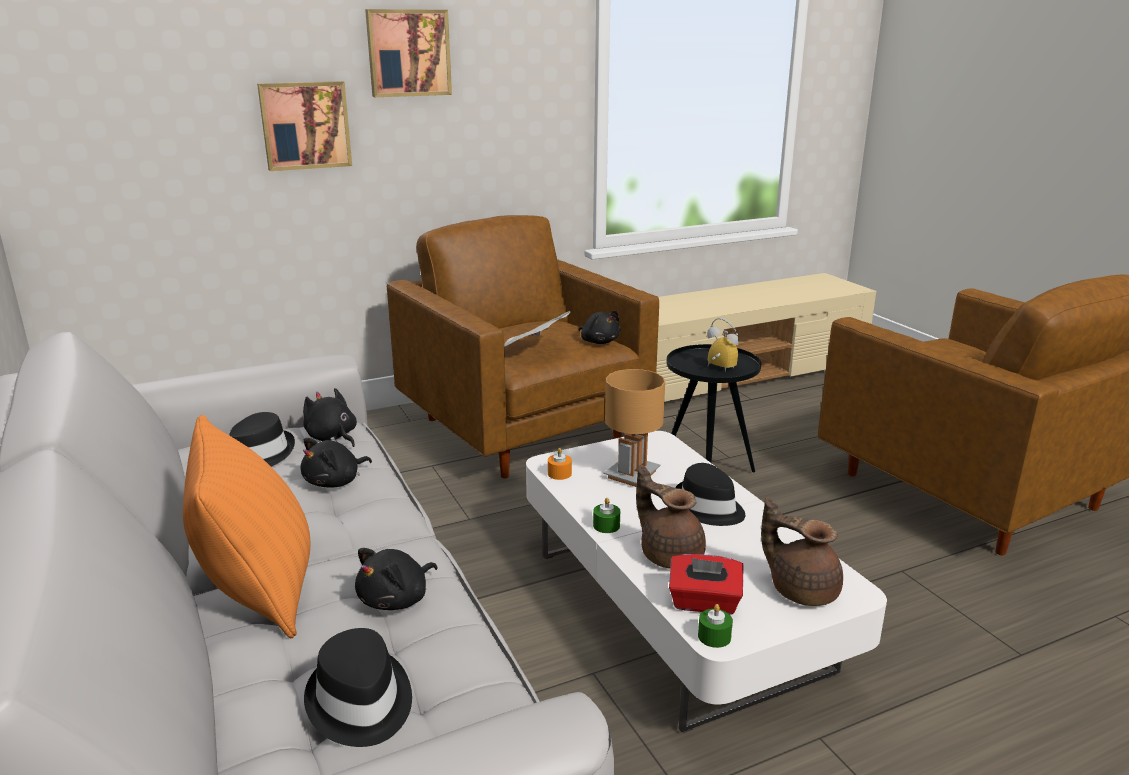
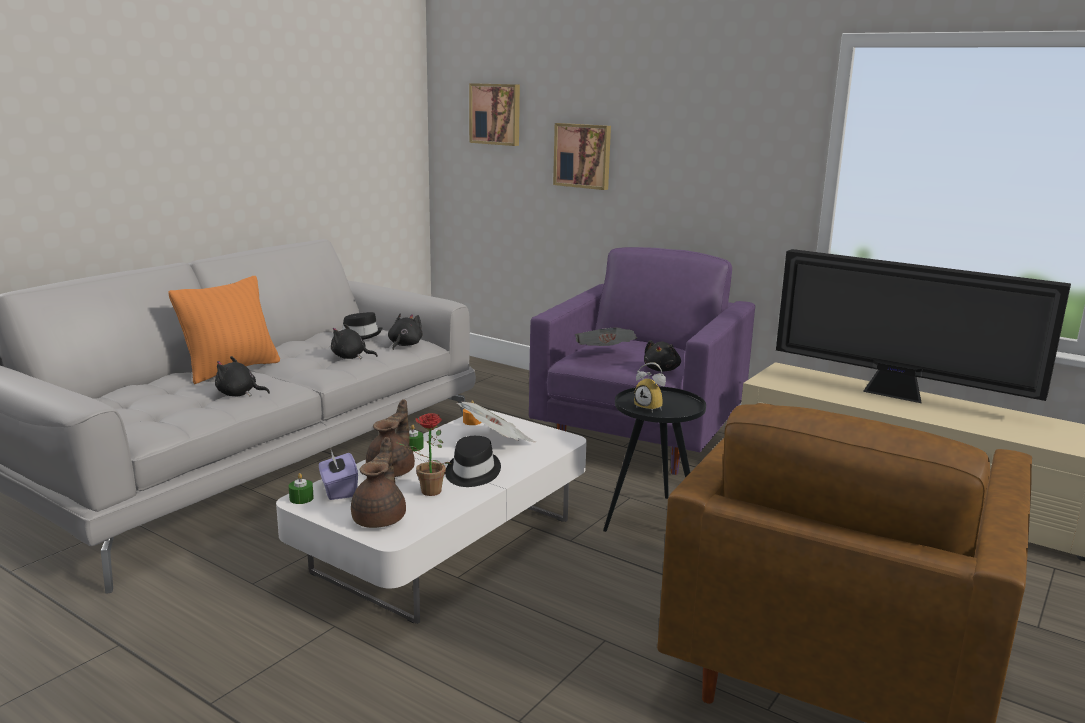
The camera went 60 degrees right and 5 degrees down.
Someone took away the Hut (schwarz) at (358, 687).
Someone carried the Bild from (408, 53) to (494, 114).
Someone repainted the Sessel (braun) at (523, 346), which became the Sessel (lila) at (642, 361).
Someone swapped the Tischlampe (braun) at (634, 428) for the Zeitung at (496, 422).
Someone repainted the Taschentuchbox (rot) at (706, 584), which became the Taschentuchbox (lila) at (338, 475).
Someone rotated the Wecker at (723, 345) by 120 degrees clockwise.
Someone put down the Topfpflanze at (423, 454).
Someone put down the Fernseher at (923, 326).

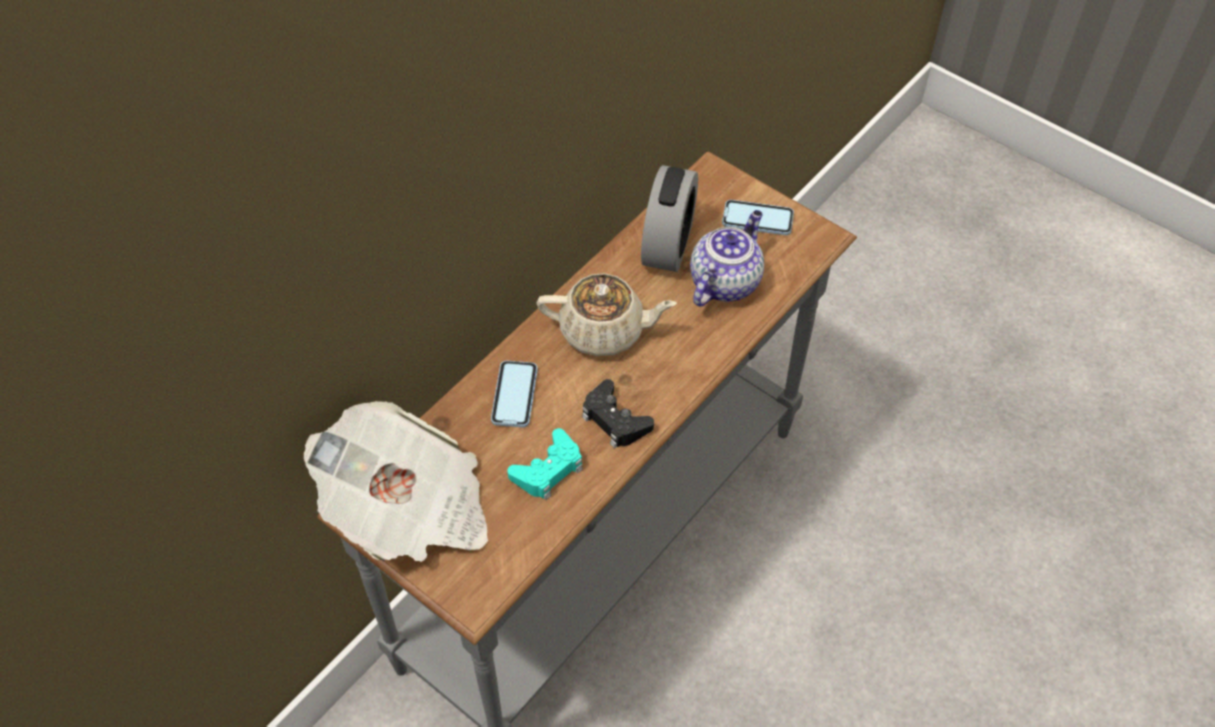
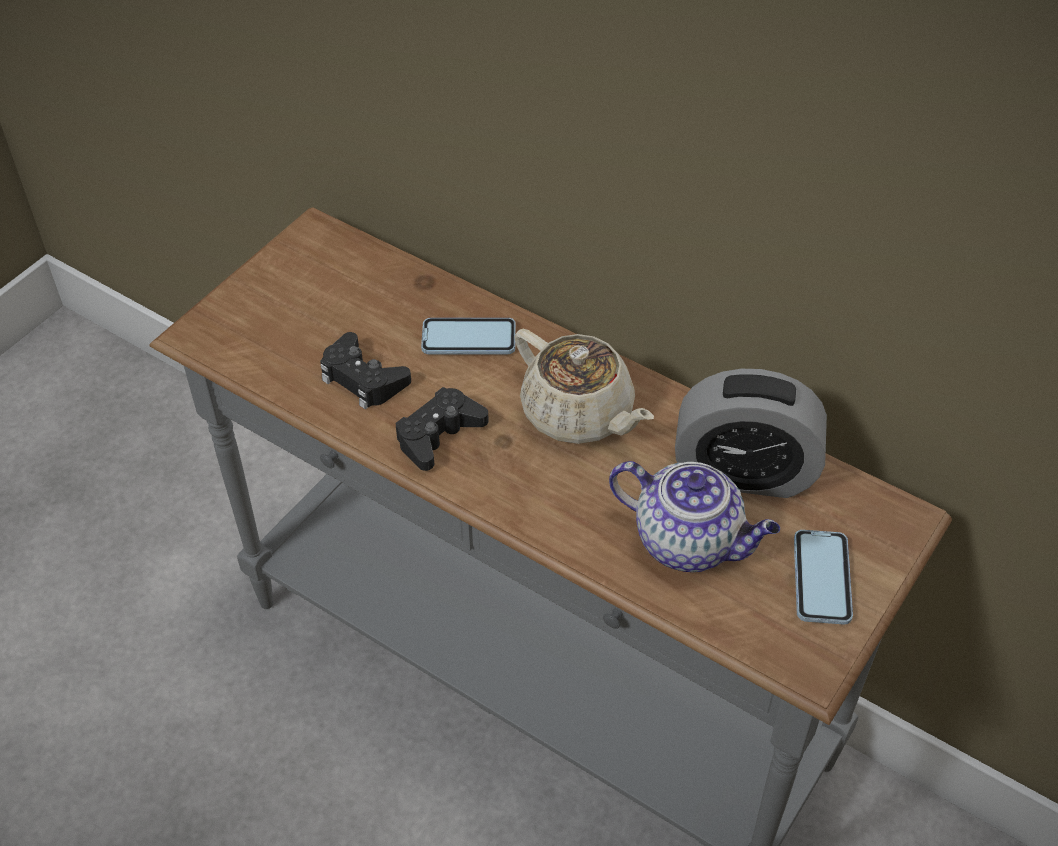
The camera went 85 degrees right and 5 degrees down.
Someone took away the Zeitung at (396, 481).
Someone repainted the Gamepad (türkis) at (545, 464), which became the Gamepad (schwarz) at (365, 371).
Someone rotated the Teekanne (beige) at (607, 314) by 45 degrees counterclockwise.

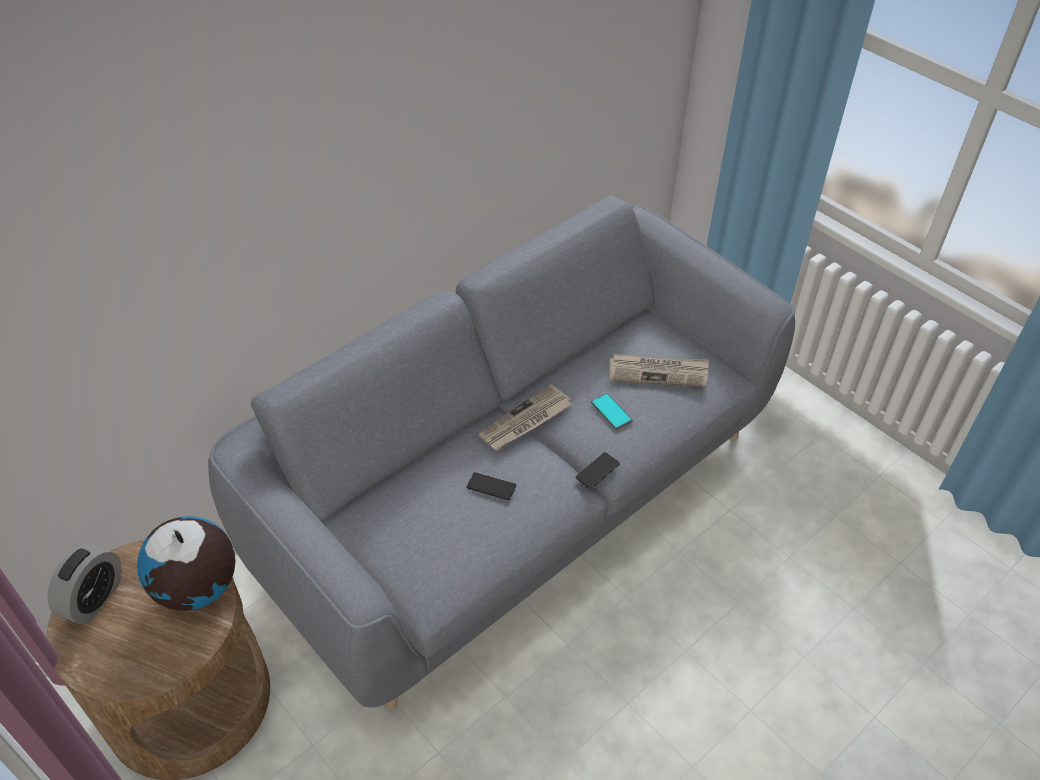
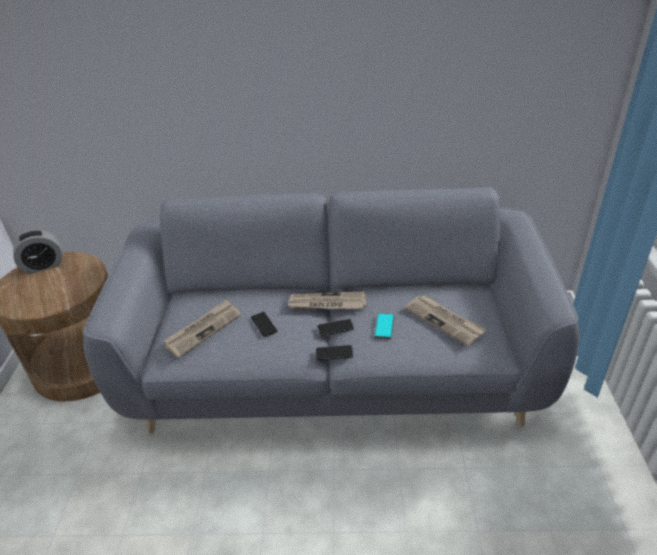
The camera went 45 degrees right and 10 degrees down.
Someone took away the Globus at (186, 563).
Someone put down the Zeitung at (202, 328).
Someone put down the Handy at (335, 327).

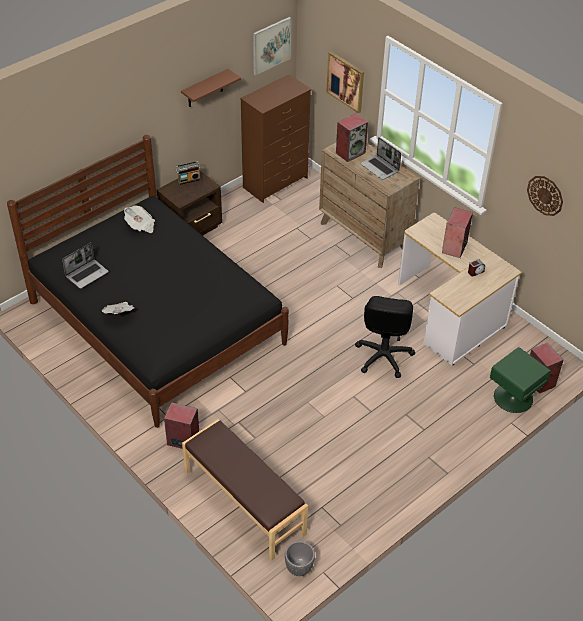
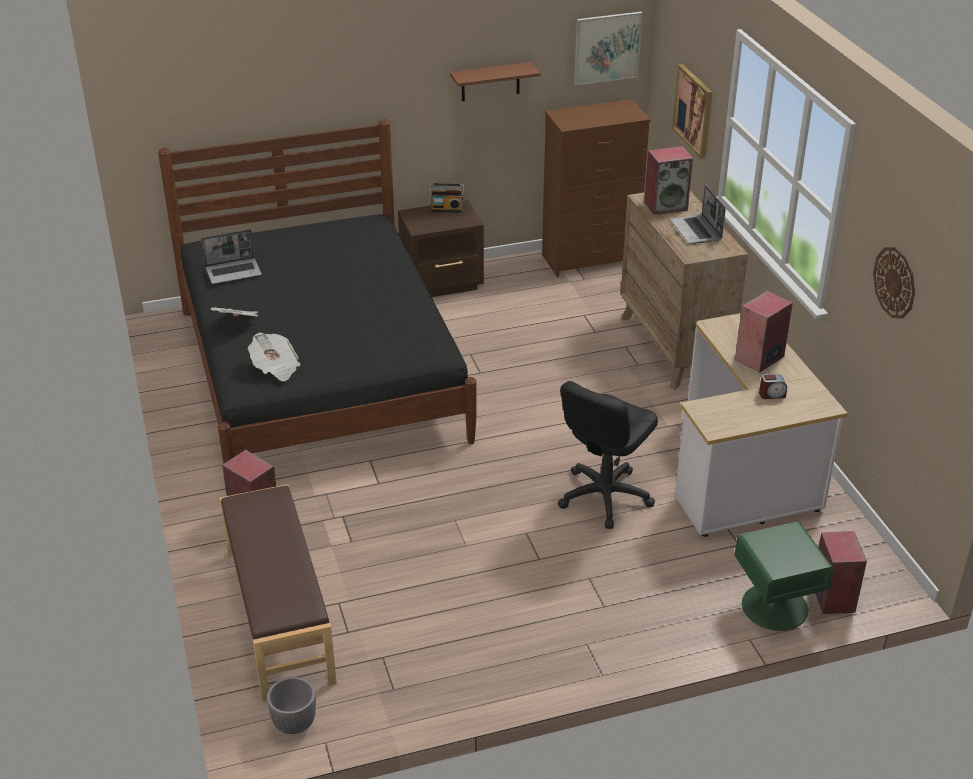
The camera went 25 degrees right and 10 degrees down.
Someone carried the Zeitung from (139, 219) to (274, 357).

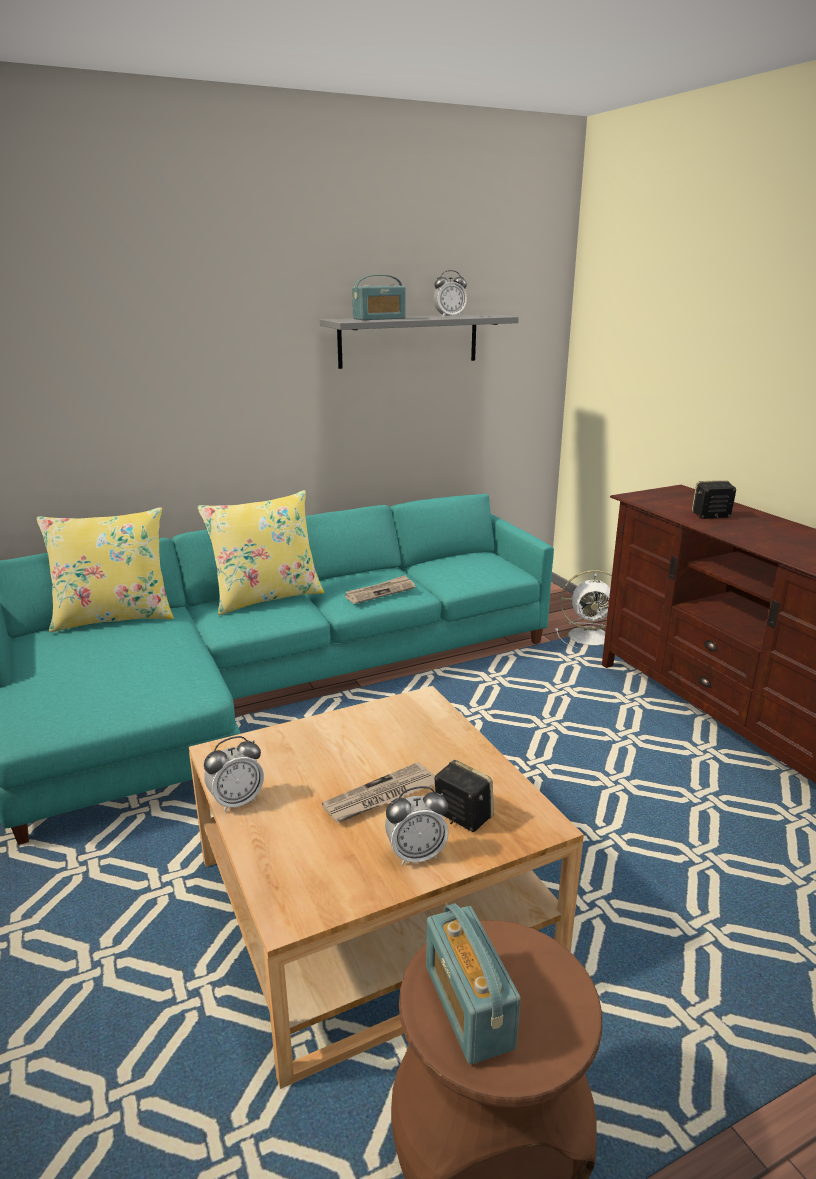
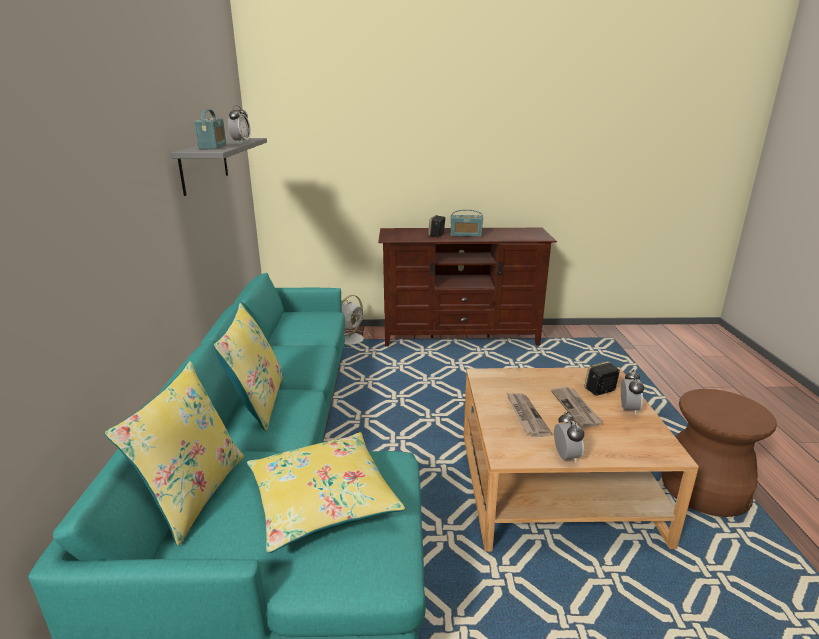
The camera went 65 degrees left and 0 degrees up.
Someone carried the Zeitung from (380, 589) to (529, 415).
Someone carried the Radio from (473, 984) to (466, 223).
Someone put down the Kissen (gelb) at (326, 492).

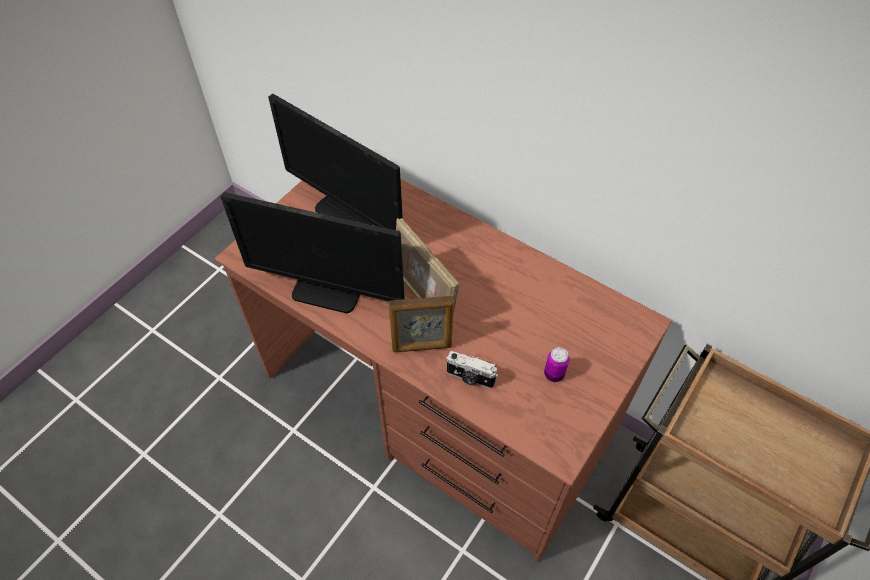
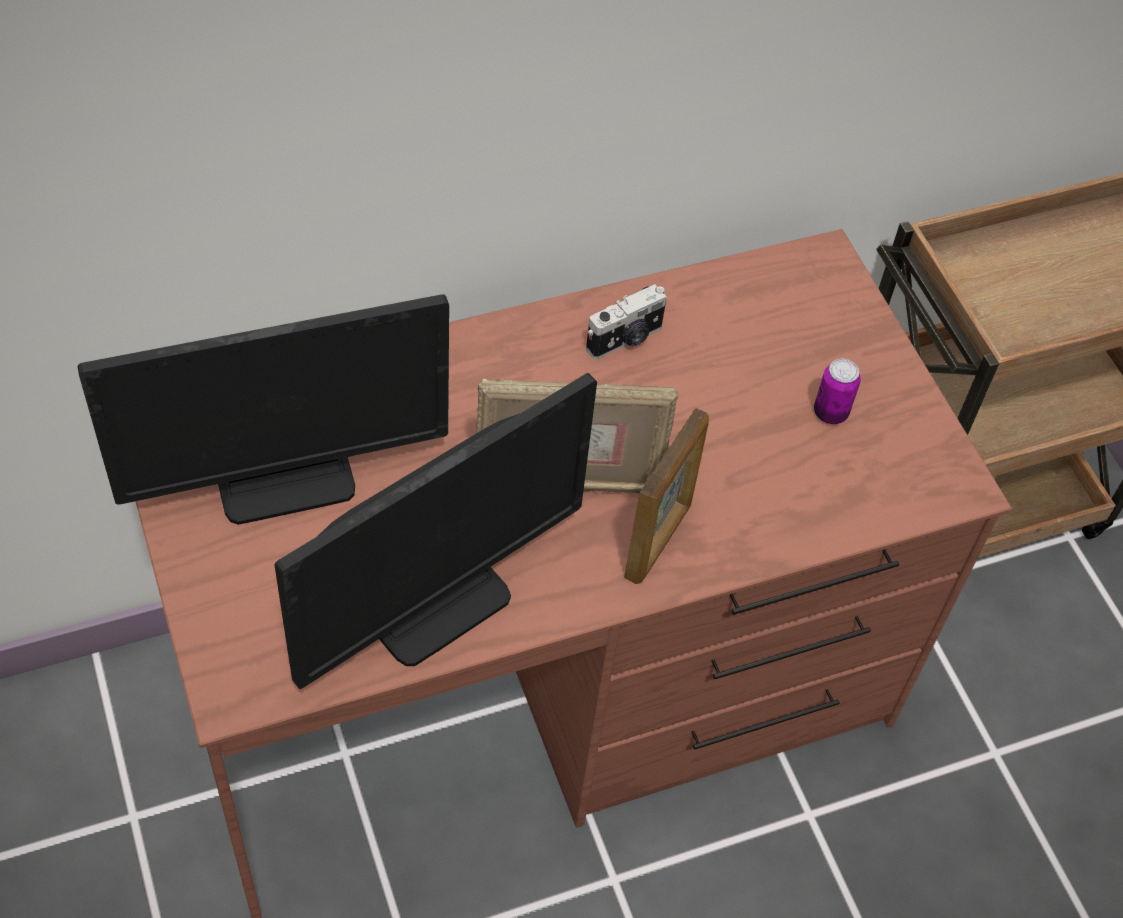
The camera went 60 degrees left and 0 degrees up.
Someone carried the Kamera from (472, 370) to (626, 321).

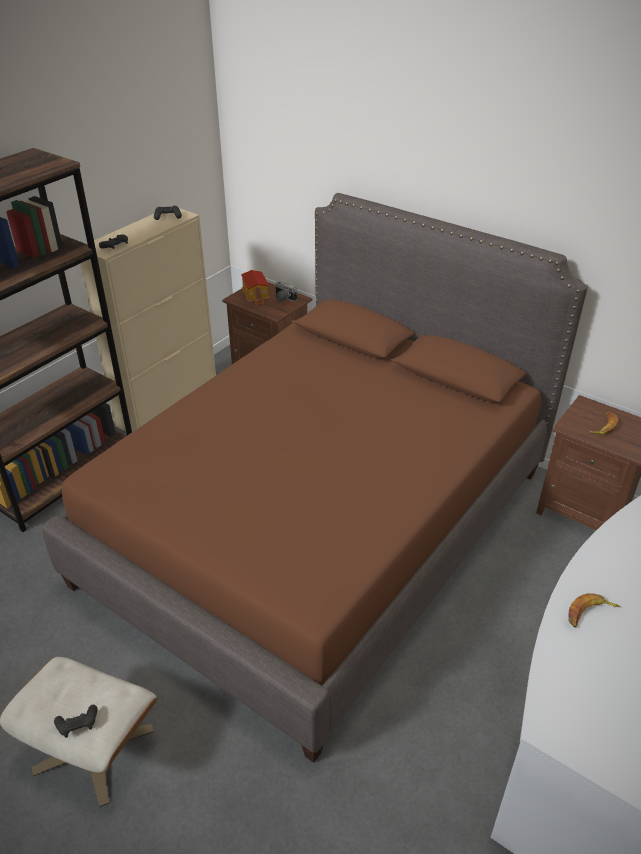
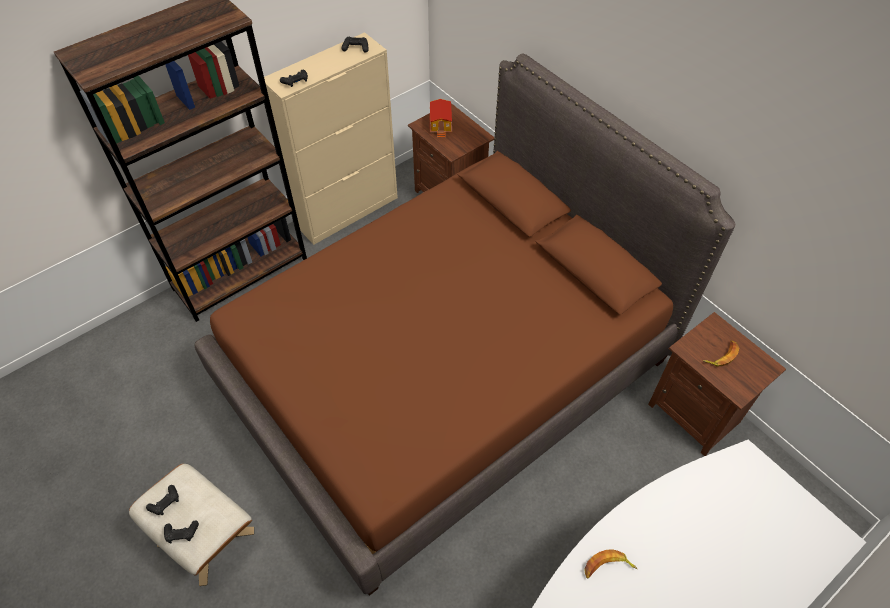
The camera went 15 degrees right and 15 degrees up.
Someone took away the Kamera at (285, 291).
Someone put down the Gamepad (schwarz) at (162, 500).

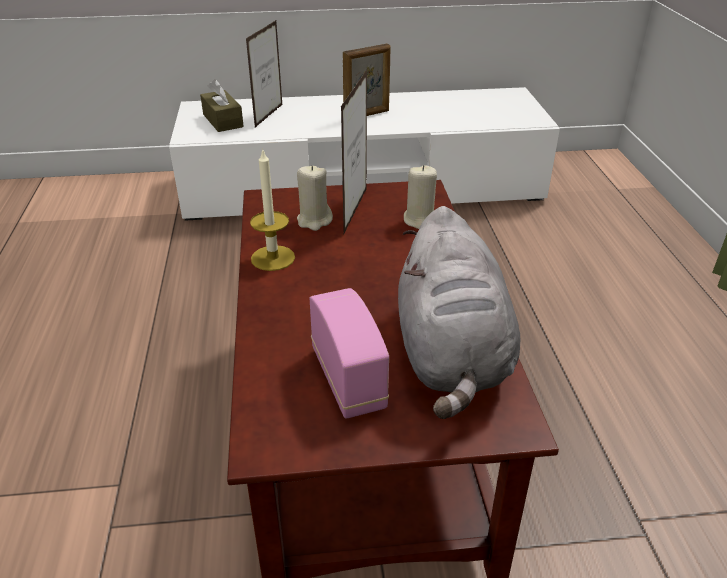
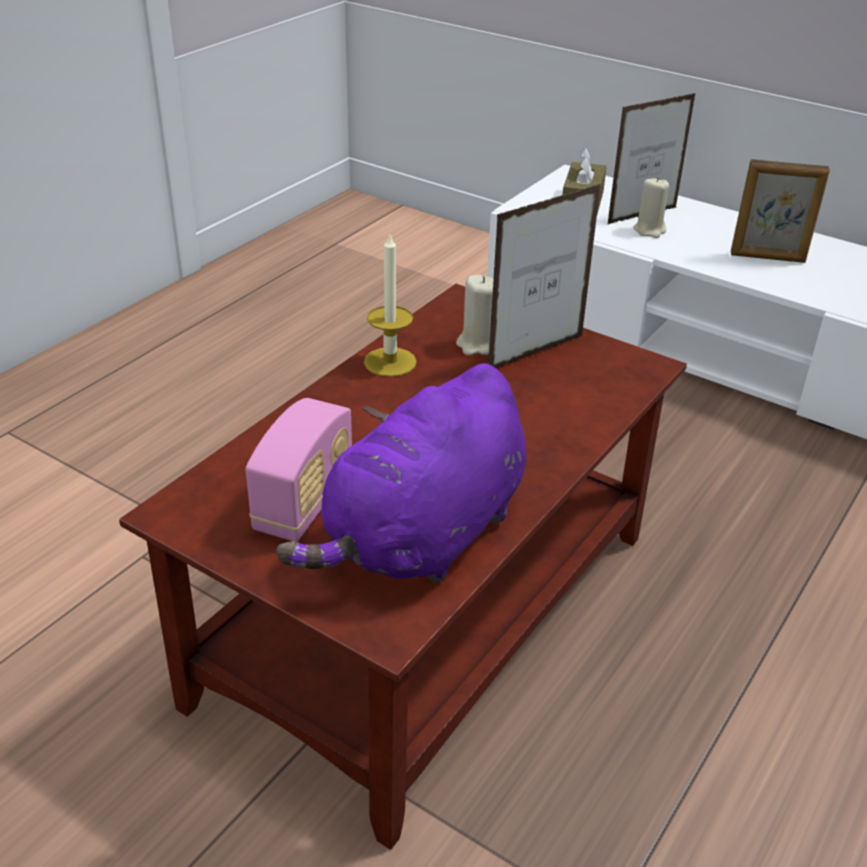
The camera went 40 degrees right and 0 degrees up.
Someone repainted the Plüschtier (grau) at (459, 312), which became the Plüschtier (lila) at (401, 473).
Someone carried the Kerze (beige) from (420, 197) to (651, 207).

